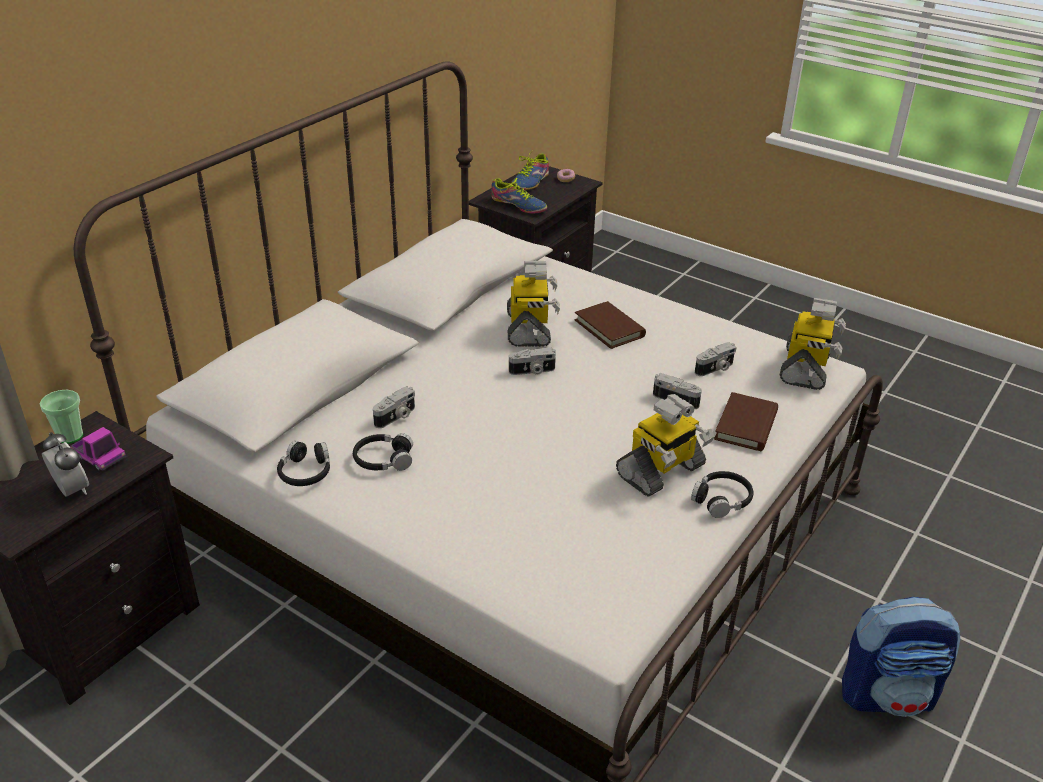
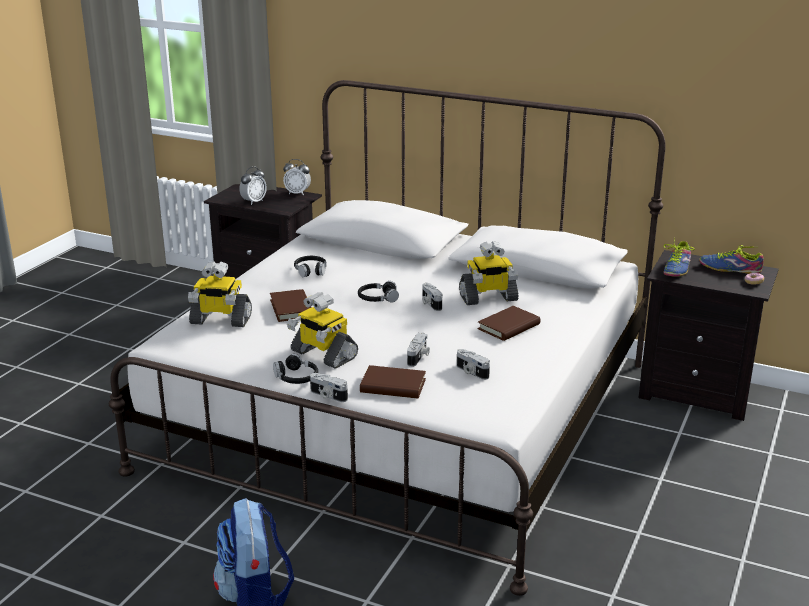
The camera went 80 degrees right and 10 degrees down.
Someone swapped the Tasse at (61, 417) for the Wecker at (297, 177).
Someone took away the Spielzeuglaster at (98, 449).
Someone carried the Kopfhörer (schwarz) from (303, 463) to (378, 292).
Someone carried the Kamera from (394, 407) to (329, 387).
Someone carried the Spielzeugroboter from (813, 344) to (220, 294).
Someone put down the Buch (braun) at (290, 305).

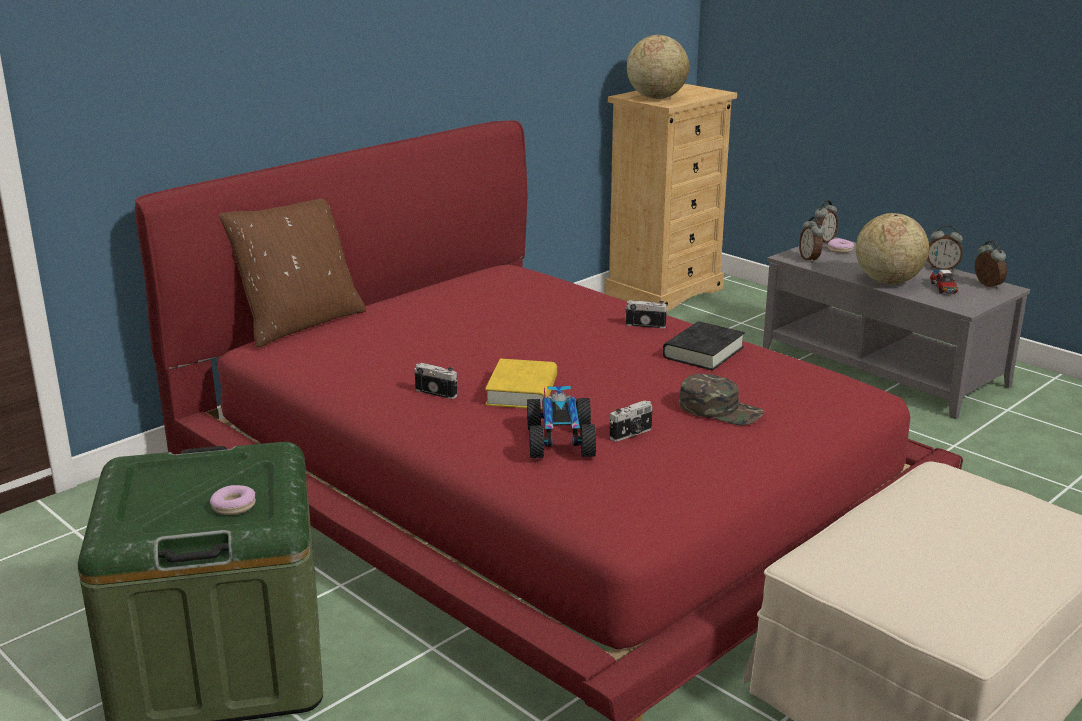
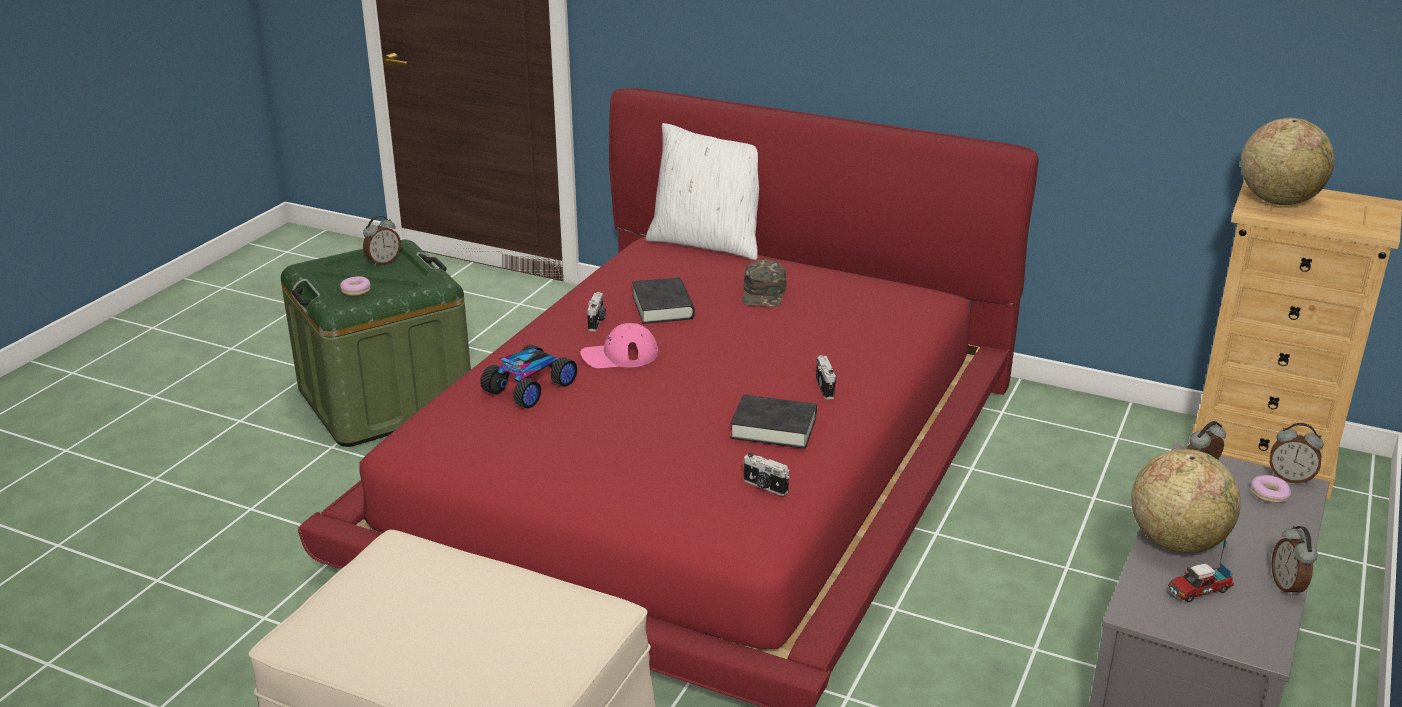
The camera went 70 degrees right and 5 degrees up.
Someone repainted the Kissen (braun) at (292, 273), which became the Kissen (weiß) at (702, 191).
Someone swapped the Buch (gelb) at (521, 383) for the Kappe (rosa) at (619, 345).
Someone rotated the Spielzeugauto at (561, 422) by 150 degrees clockwise.
Someone carried the Kamera from (631, 421) to (766, 474).
Someone carried the Kappe (grün) from (721, 399) to (764, 283).
Someone carried the Wecker from (991, 265) to (382, 241).
Someone put down the Buch (schwarz) at (663, 300).

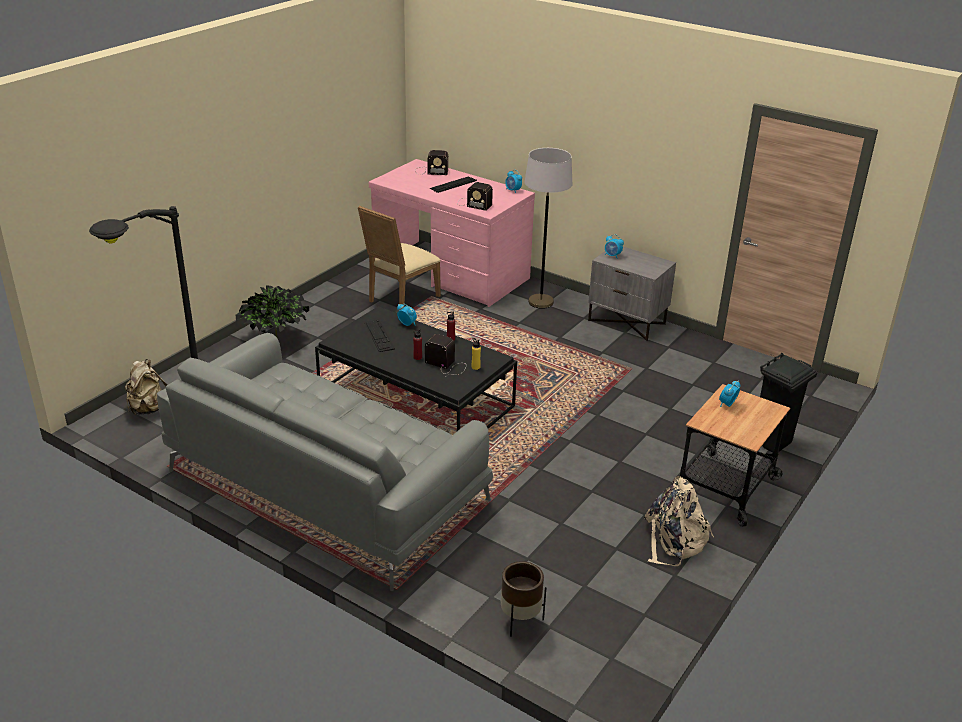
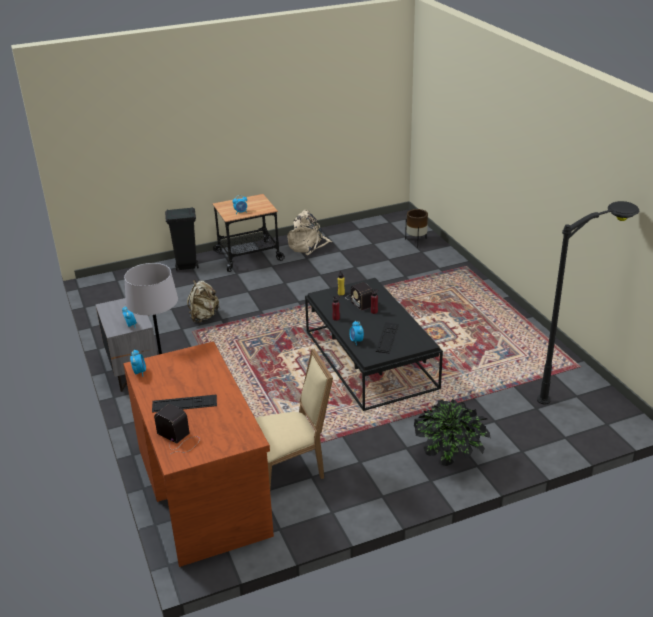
The camera went 145 degrees left and 0 degrees up.
Someone carried the Rucksack (beige) from (146, 387) to (203, 301).
Someone took away the Sofa (grau) at (325, 462).
Someone repainted the Schreibtisch (rosa) at (452, 233), which became the Schreibtisch (braun) at (198, 454).
Someone took away the Radio at (475, 196).

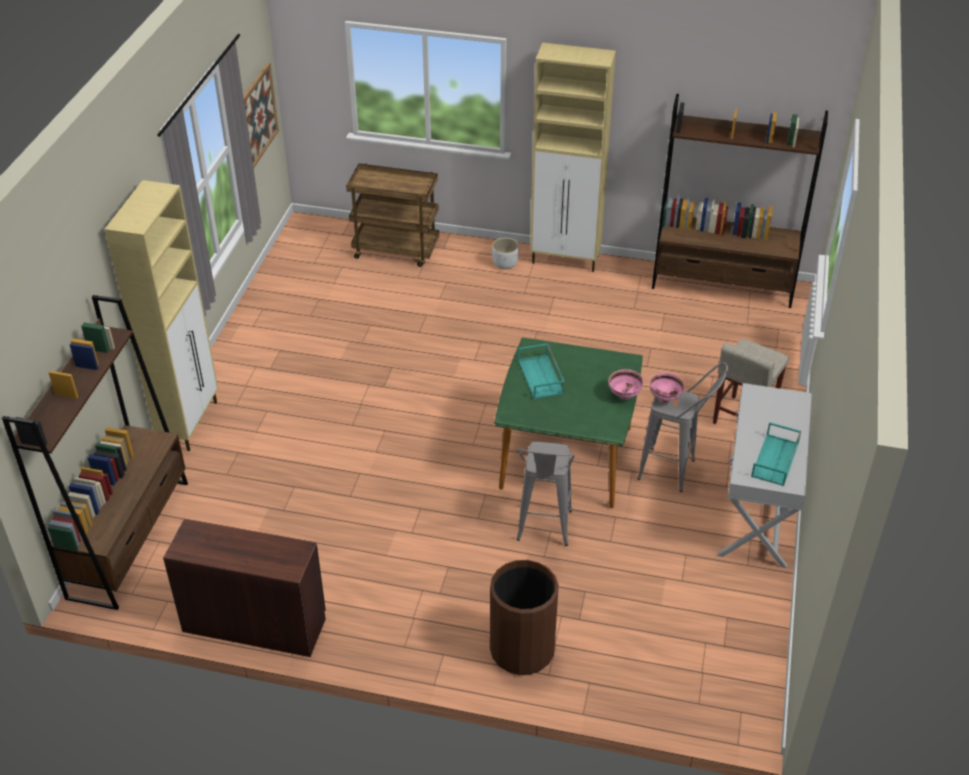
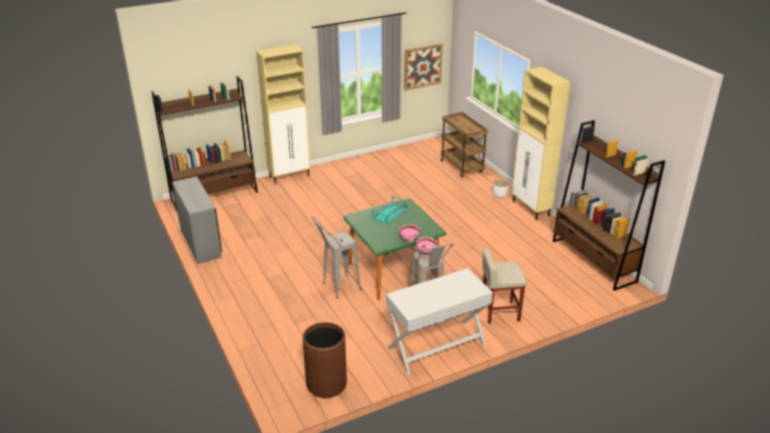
The camera went 50 degrees right and 10 degrees down.
Someone repainted the Schreibtisch (braun) at (244, 588), which became the Schreibtisch (grau) at (197, 220).
Someone carried the Mülleimer (braun) from (524, 617) to (325, 360).
Someone took away the Tablett (türkis) at (776, 454).

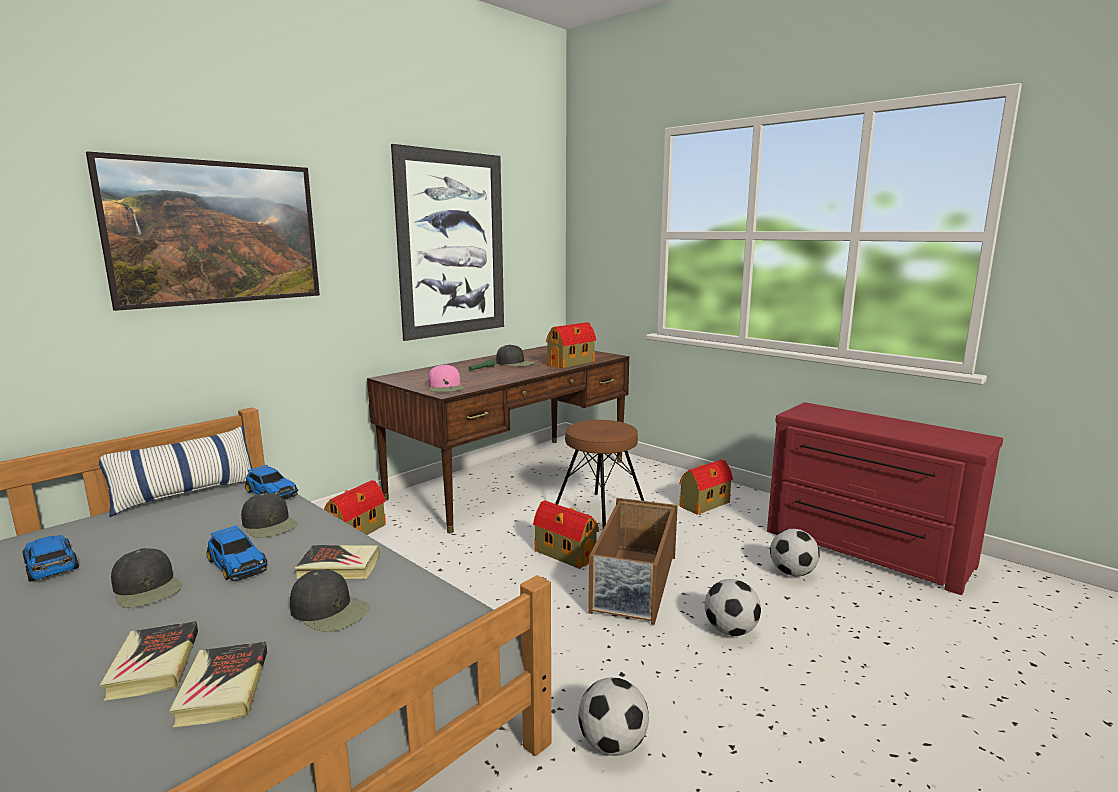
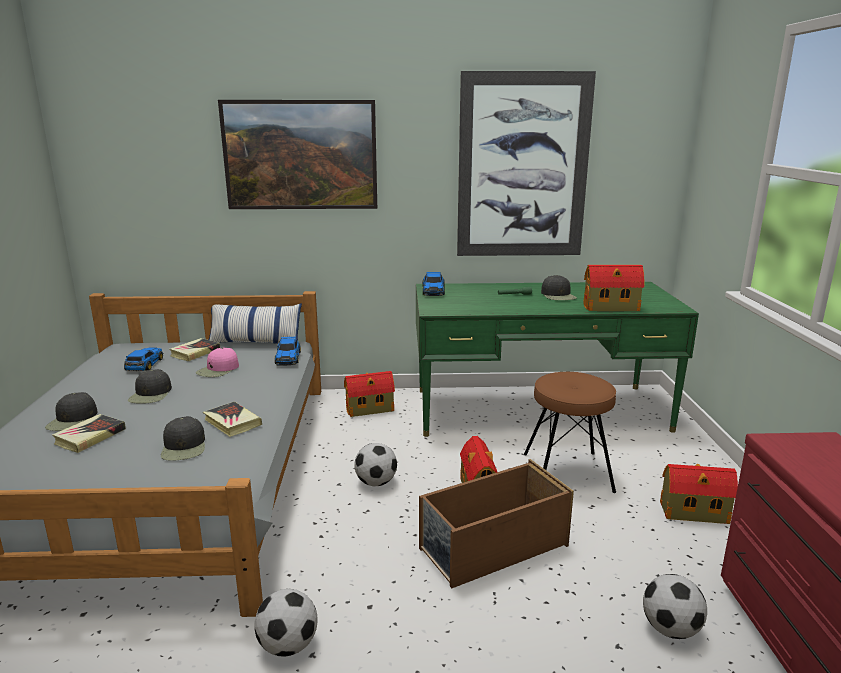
The camera went 45 degrees right and 5 degrees up.
Someone carried the Buch from (218, 684) to (195, 349).
Someone carried the Spielzeugauto from (236, 553) to (434, 284).
Someone carried the Kappe (schwarz) from (269, 515) to (71, 411).
Someone repainted the Schreibtisch (braun) at (498, 439), which became the Schreibtisch (grün) at (557, 359).
Someone carried the Kappe (rosa) from (446, 378) to (217, 362).
Someone carried the Fußball from (733, 607) to (375, 464).

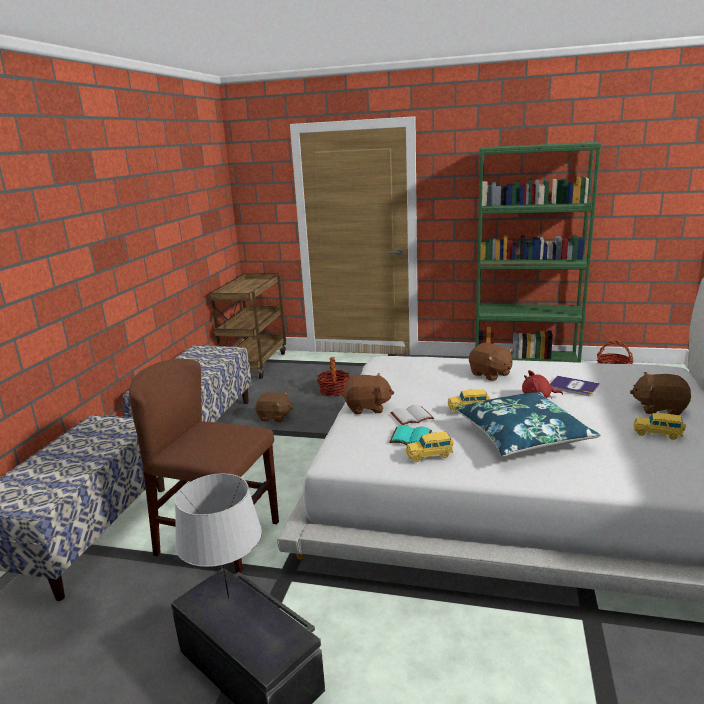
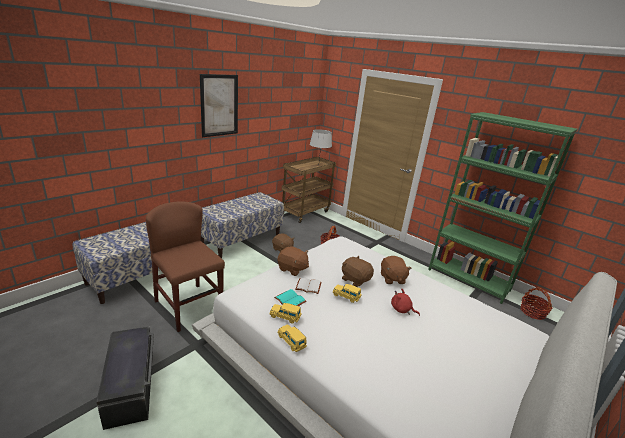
The camera went 25 degrees right and 5 degrees up.
Someone carried the Tischlampe (grau) from (218, 536) to (321, 144).
Someone took away the Kissen (blau) at (527, 424).
Someone took away the Buch at (575, 386).
Someone carried the Plüschtier (braun) from (660, 393) to (358, 271).
Someone carried the Spielzeugauto (gelb) from (659, 426) to (292, 338).
Someone put up the Bild at (219, 105).

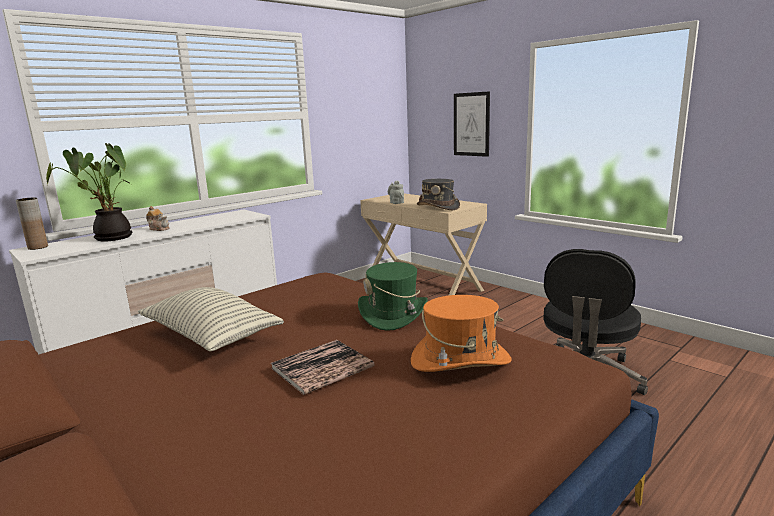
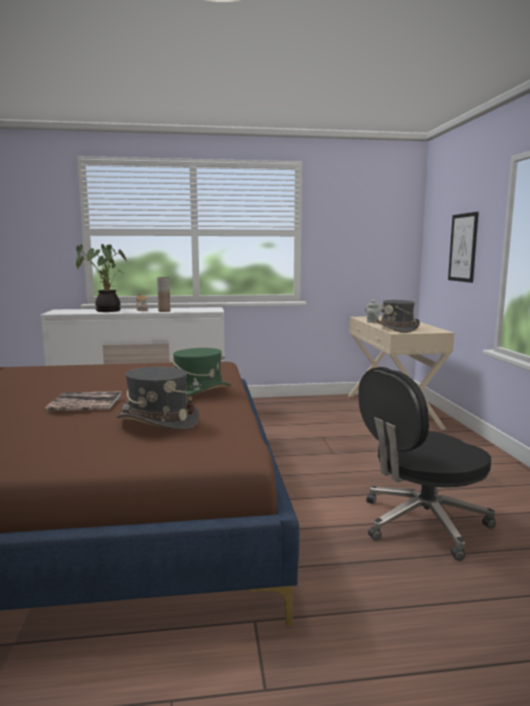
The camera went 35 degrees right and 5 degrees down.
Someone carried the Vase (braun) from (32, 223) to (163, 294).
Someone took away the Kissen at (211, 319).
Someone repainted the Hut (orange) at (461, 333), which became the Hut (grau) at (158, 398).

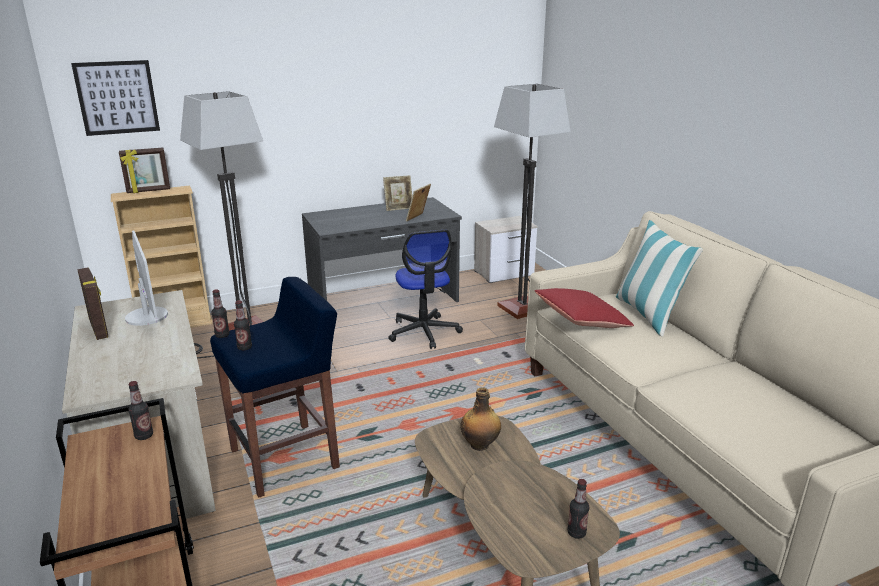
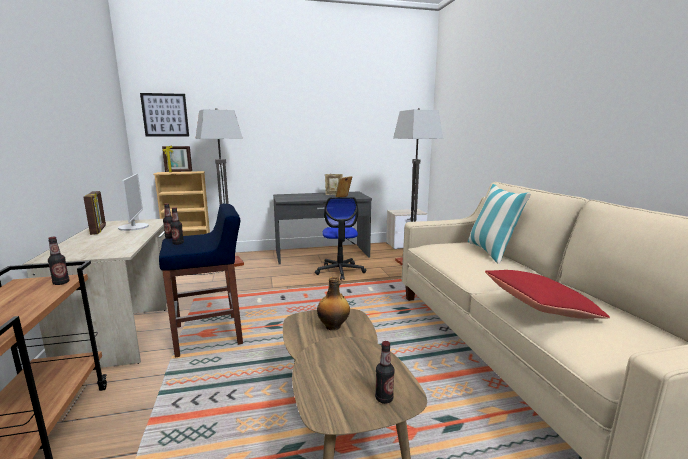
The camera went 10 degrees right and 10 degrees down.
Someone carried the Kissen (rot) from (584, 308) to (547, 294).

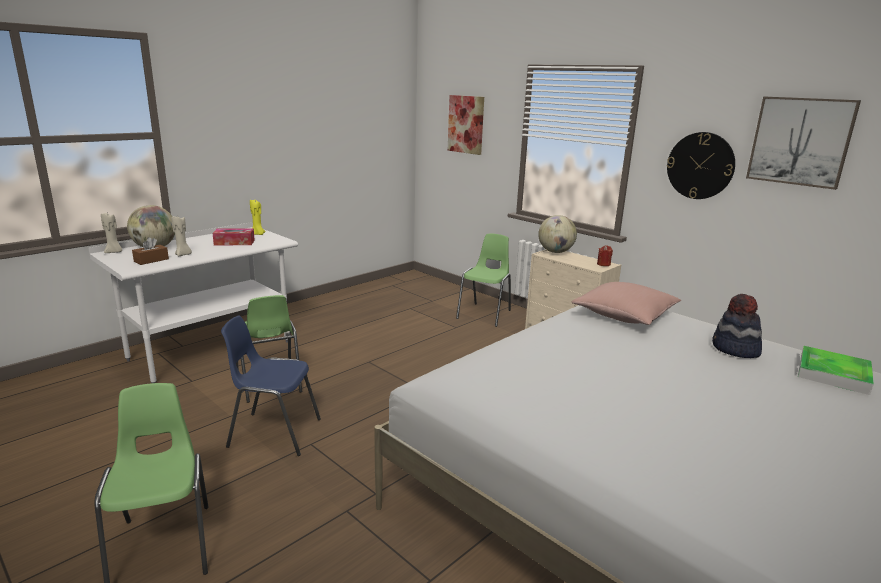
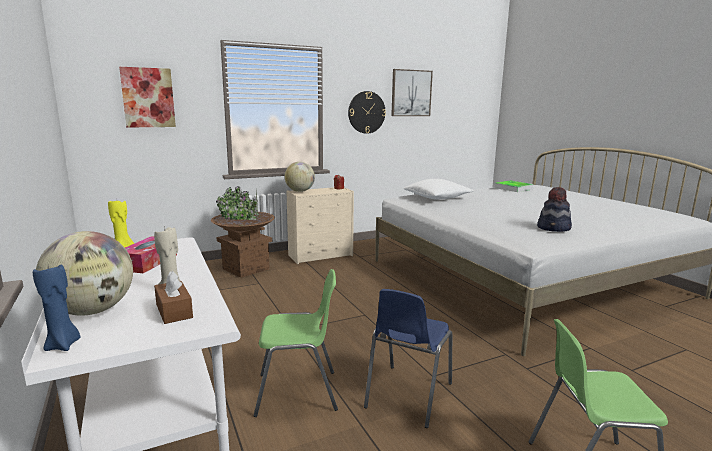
The camera went 70 degrees left and 5 degrees down.
Someone repainted the Kerze (beige) at (111, 232), which became the Kerze (blau) at (57, 308).
Someone swapped the Stuhl (grün) at (483, 280) for the Pflanzkübel (braun) at (243, 232).
Someone repainted the Kissen (rosa) at (626, 303), which became the Kissen (weiß) at (439, 189).
Someone carried the Hut from (737, 326) to (554, 209).

